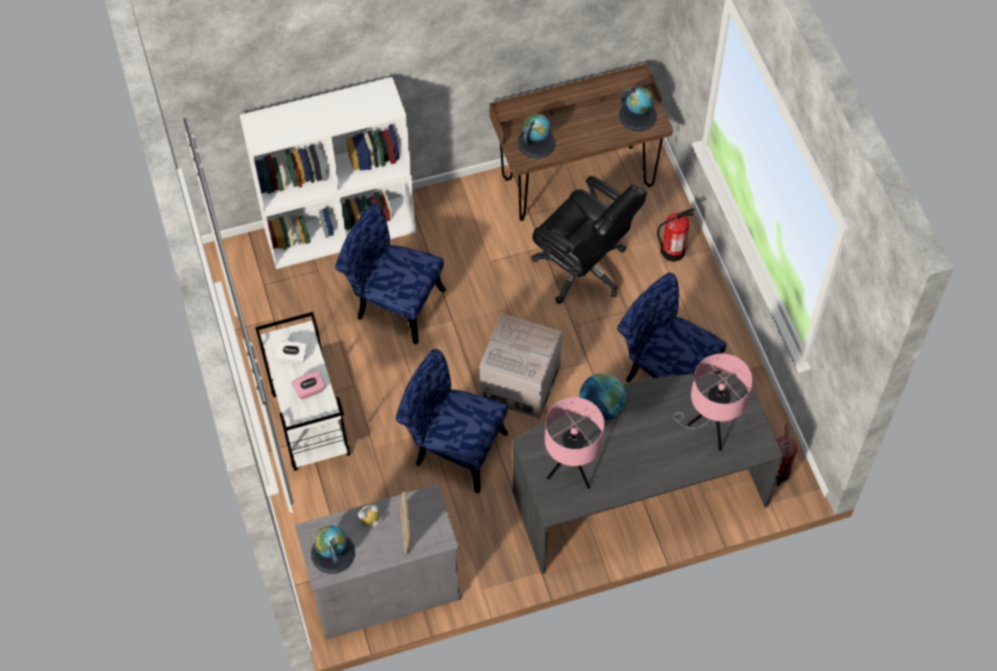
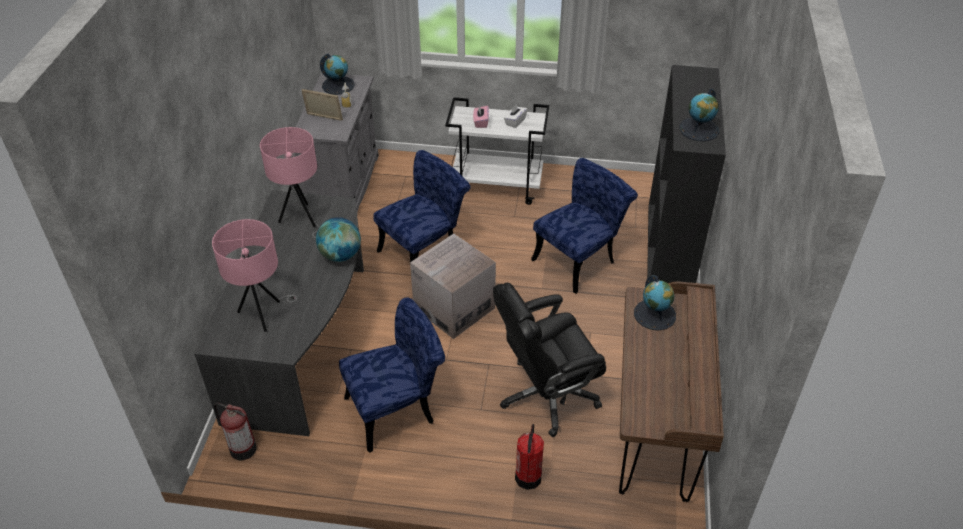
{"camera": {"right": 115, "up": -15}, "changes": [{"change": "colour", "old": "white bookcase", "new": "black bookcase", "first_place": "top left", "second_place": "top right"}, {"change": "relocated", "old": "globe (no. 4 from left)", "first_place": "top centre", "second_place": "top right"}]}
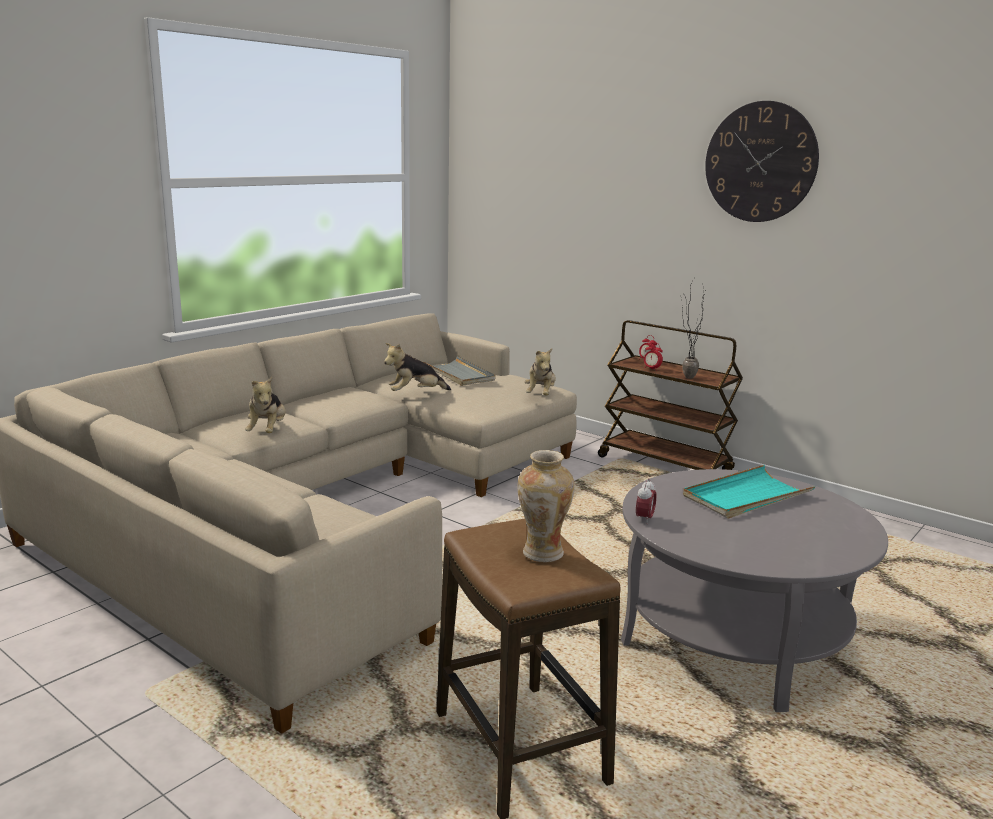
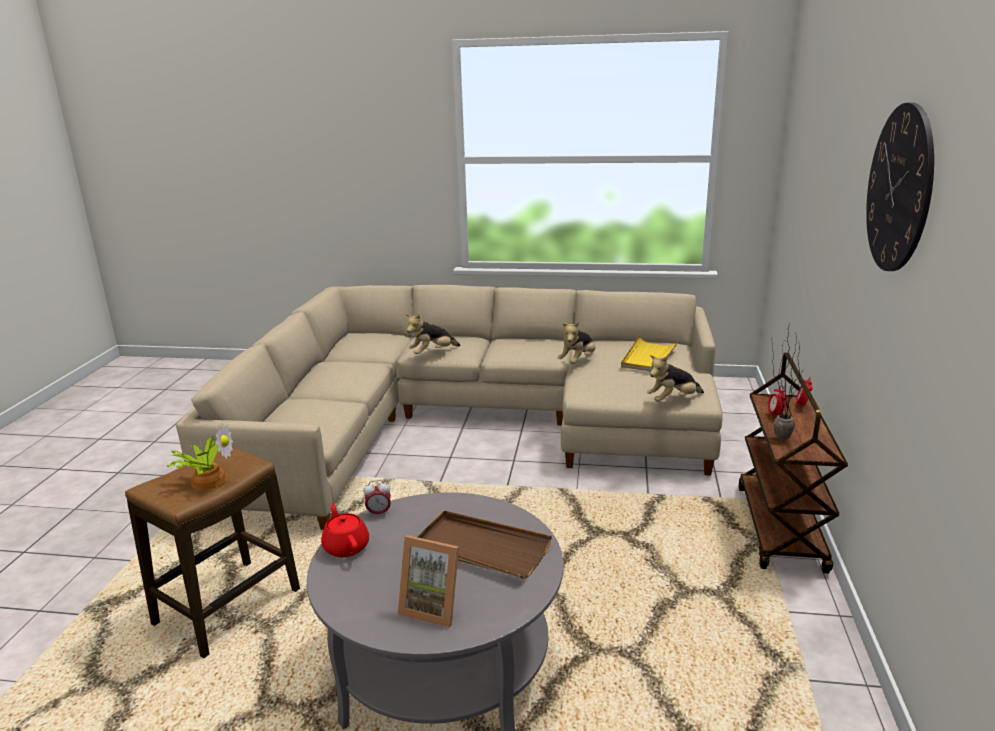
{"camera": {"right": 60, "up": 5}, "changes": [{"change": "spun", "old": "plush toy (no. 2 from left)", "first_place": "centre", "second_place": "centre", "degrees": -90}, {"change": "colour", "old": "grey tray", "new": "yellow tray", "first_place": "centre", "second_place": "centre"}, {"change": "exchanged", "old": "vase", "new": "potted plant (no. 1 from left)", "first_place": "centre", "second_place": "middle left"}, {"change": "colour", "old": "turquoise tray", "new": "brown tray", "first_place": "middle right", "second_place": "bottom centre"}, {"change": "appeared", "new": "red teapot", "second_place": "bottom centre"}, {"change": "appeared", "new": "picture frame", "second_place": "bottom centre"}]}
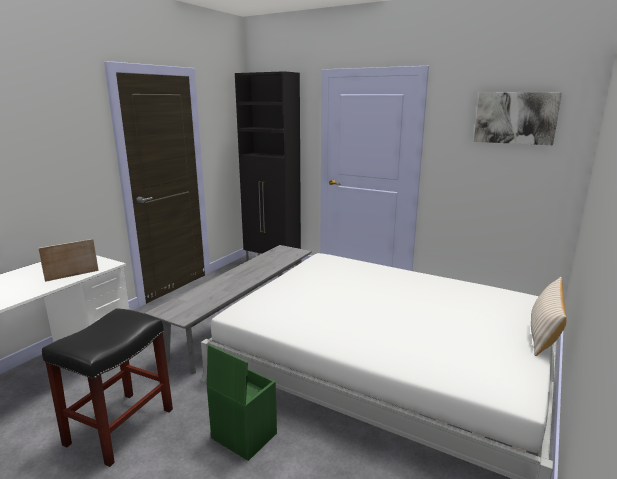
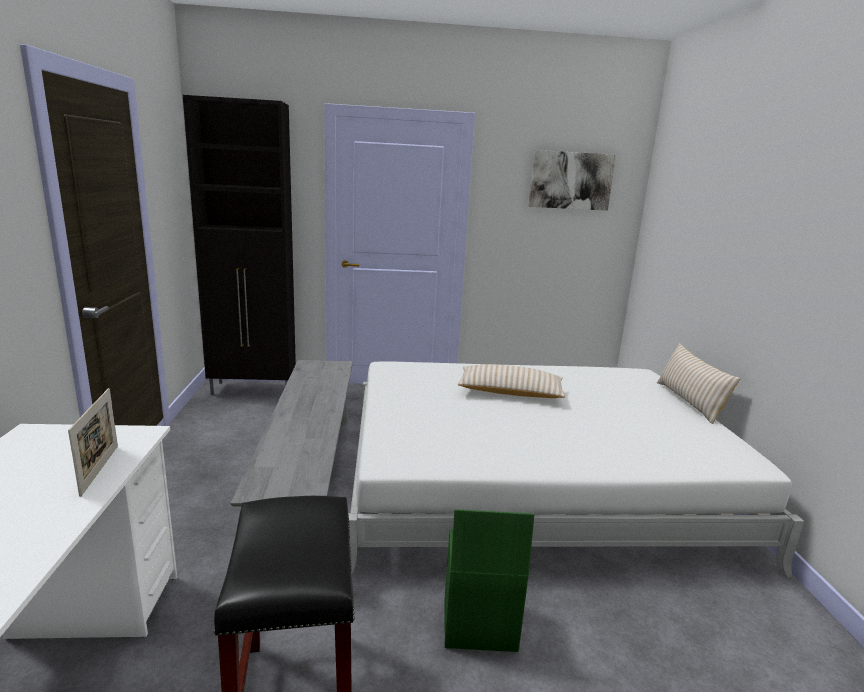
{"camera": {"right": -35, "up": 0}, "changes": [{"change": "spun", "old": "picture frame", "first_place": "middle left", "second_place": "middle left", "degrees": 150}, {"change": "appeared", "new": "beige pillow (no. 1 from left)", "second_place": "centre"}]}
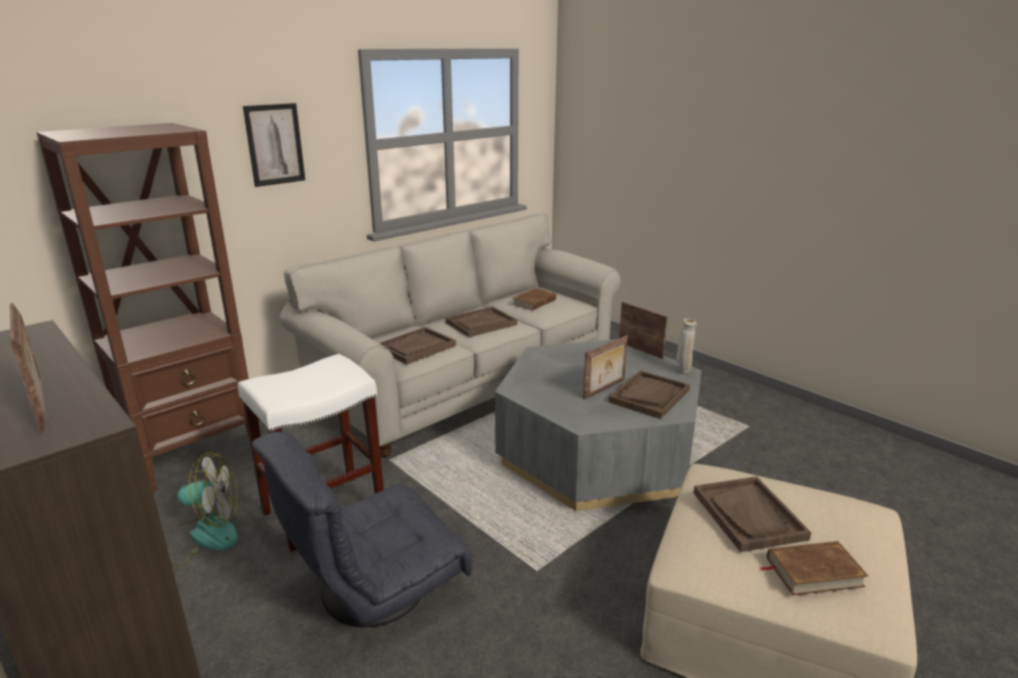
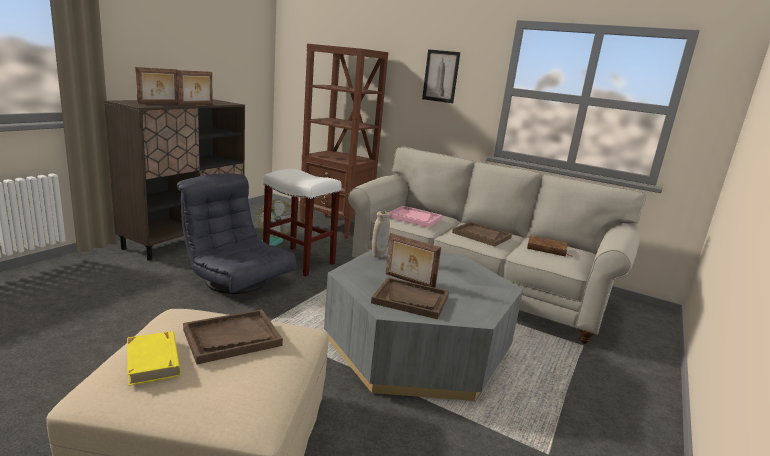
{"camera": {"right": 70, "up": -5}, "changes": [{"change": "relocated", "old": "picture frame (no. 3 from left in the first image)", "new": "picture frame (no. 2 from left)", "first_place": "centre", "second_place": "top left"}, {"change": "relocated", "old": "beige vase", "first_place": "middle right", "second_place": "centre"}, {"change": "colour", "old": "brown tray (no. 1 from left)", "new": "pink tray", "first_place": "centre", "second_place": "centre"}, {"change": "colour", "old": "brown book (no. 2 from left)", "new": "yellow book", "first_place": "bottom right", "second_place": "bottom left"}]}
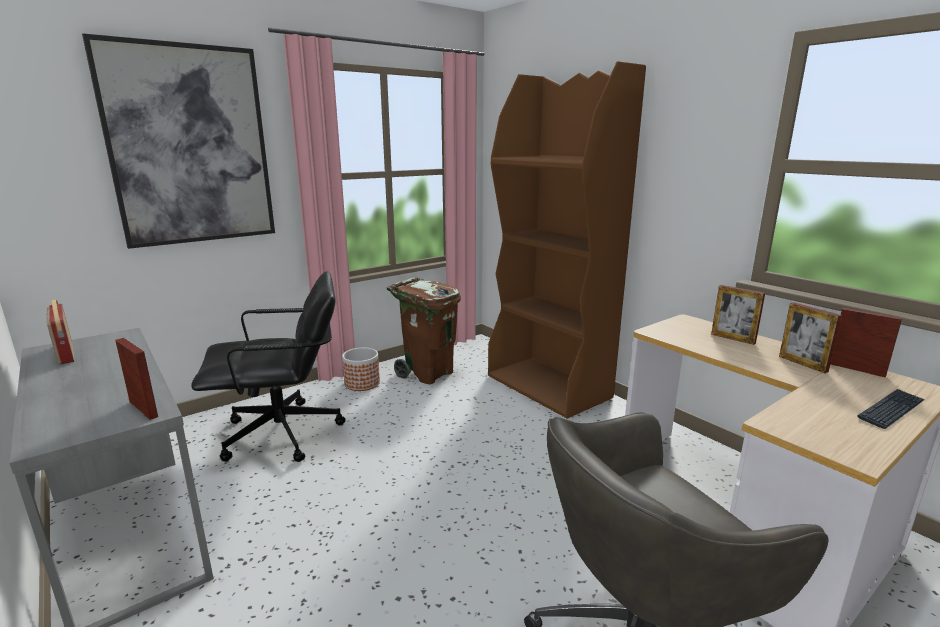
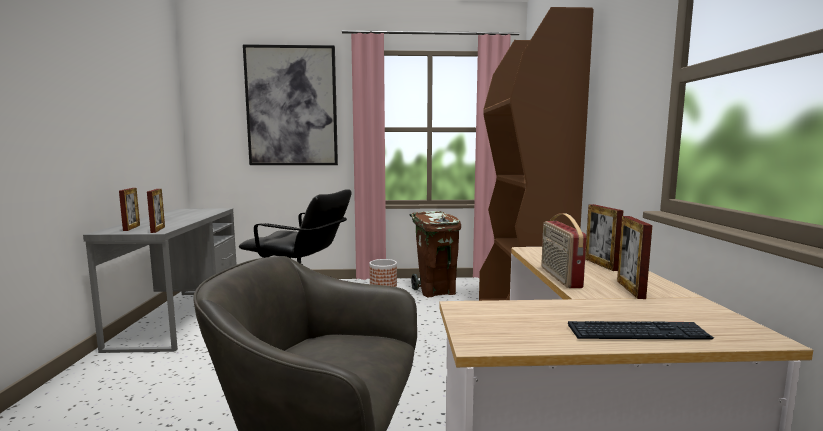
{"camera": {"right": 35, "up": -10}, "changes": [{"change": "relocated", "old": "radio", "first_place": "middle left", "second_place": "middle right"}, {"change": "relocated", "old": "picture frame (no. 4 from left in the first image)", "new": "picture frame (no. 1 from left)", "first_place": "middle right", "second_place": "middle left"}]}
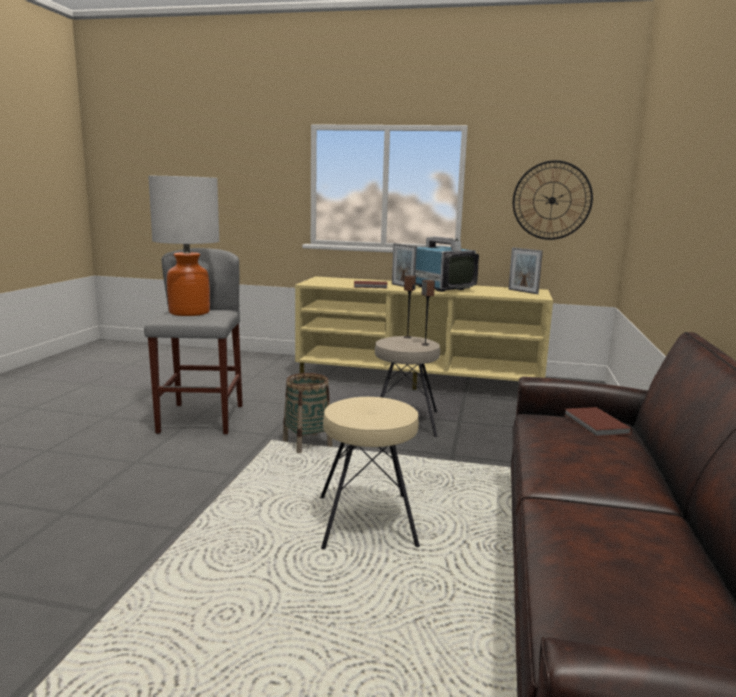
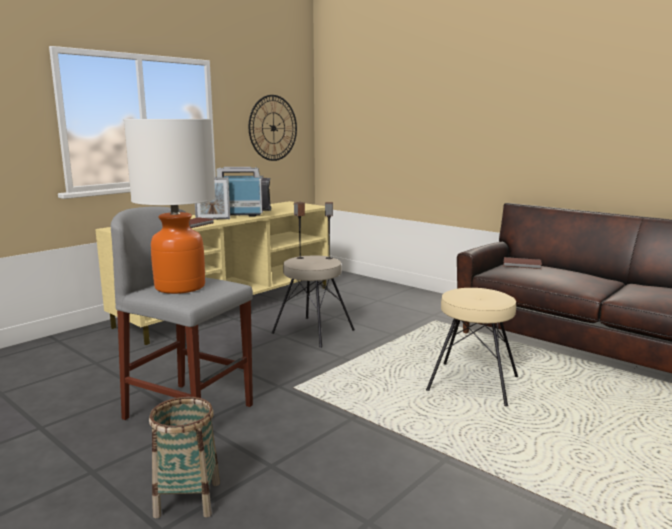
{"camera": {"right": -60, "up": 0}, "changes": [{"change": "missing", "old": "picture frame (no. 2 from left)", "first_place": "middle right"}, {"change": "relocated", "old": "basket", "first_place": "centre", "second_place": "bottom left"}]}
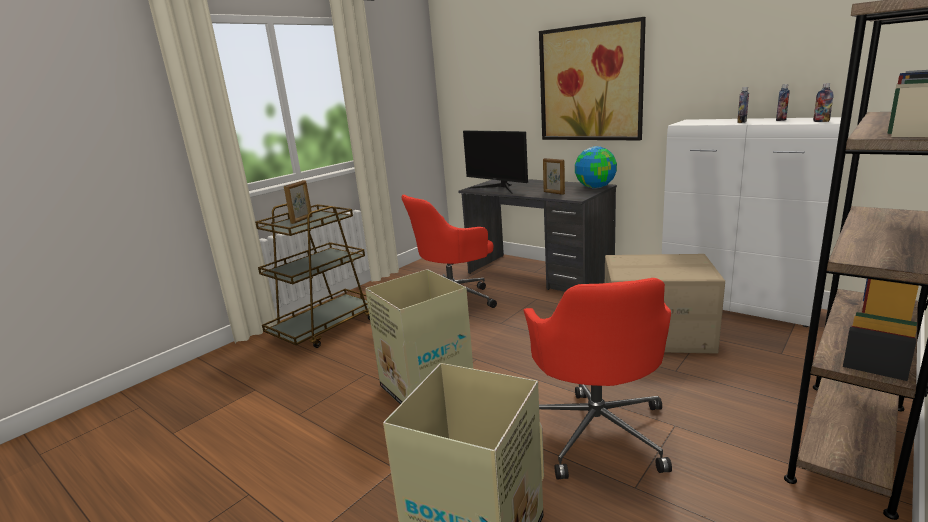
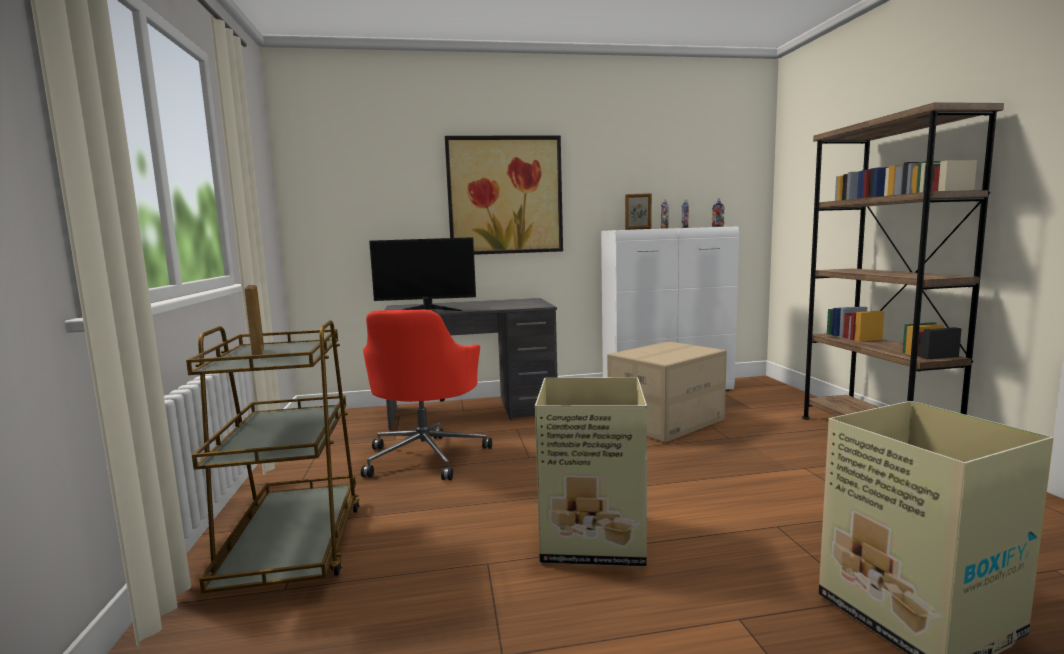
{"camera": {"right": -50, "up": -10}, "changes": [{"change": "missing", "old": "globe", "first_place": "top centre"}, {"change": "relocated", "old": "picture frame (no. 2 from left)", "first_place": "centre", "second_place": "top centre"}, {"change": "missing", "old": "red office chair (no. 2 from left)", "first_place": "bottom centre"}]}
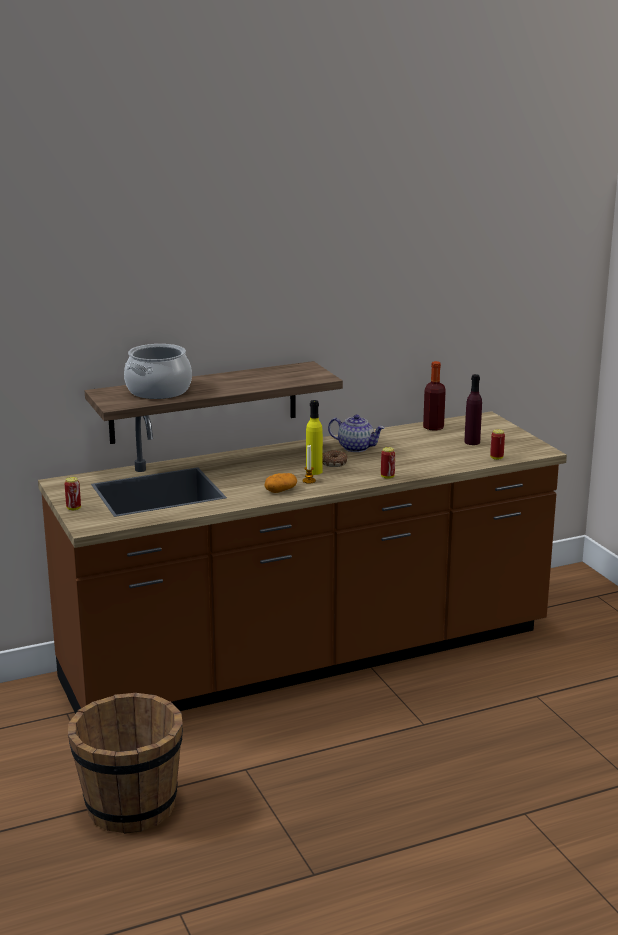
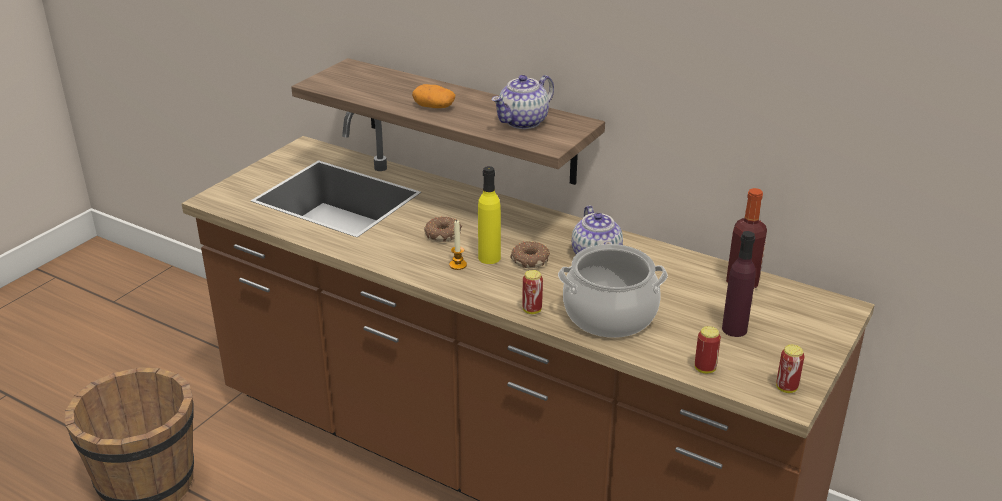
{"camera": {"right": 55, "up": 10}, "changes": [{"change": "relocated", "old": "cooking pot", "first_place": "middle left", "second_place": "centre"}, {"change": "relocated", "old": "potato", "first_place": "centre", "second_place": "top centre"}, {"change": "relocated", "old": "can (no. 1 from left in the first image)", "new": "can (no. 3 from left)", "first_place": "middle left", "second_place": "bottom right"}, {"change": "appeared", "new": "teapot (no. 1 from left)", "second_place": "top centre"}, {"change": "appeared", "new": "donut (no. 1 from left)", "second_place": "centre"}]}
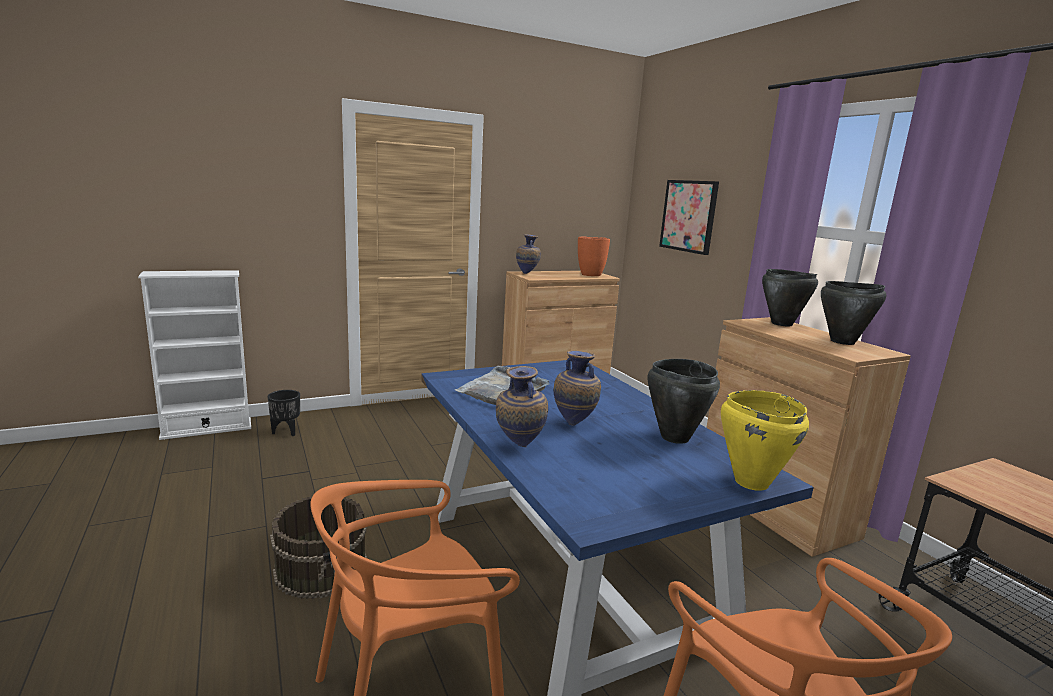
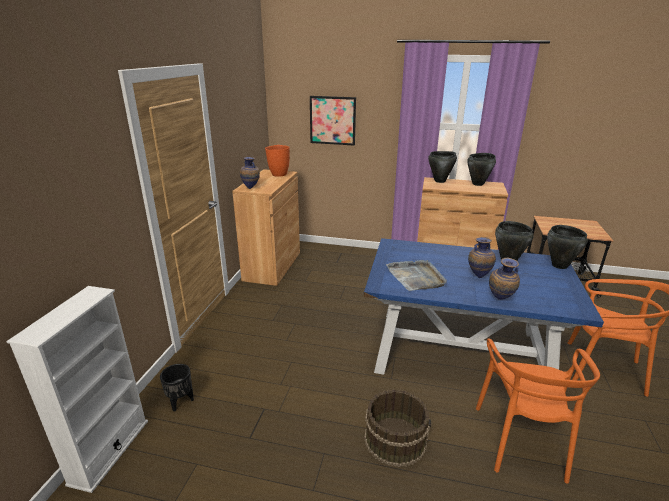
{"camera": {"right": -50, "up": 10}, "changes": [{"change": "colour", "old": "yellow cooking pot", "new": "black cooking pot (no. 4 from left)", "first_place": "middle right", "second_place": "middle right"}]}
